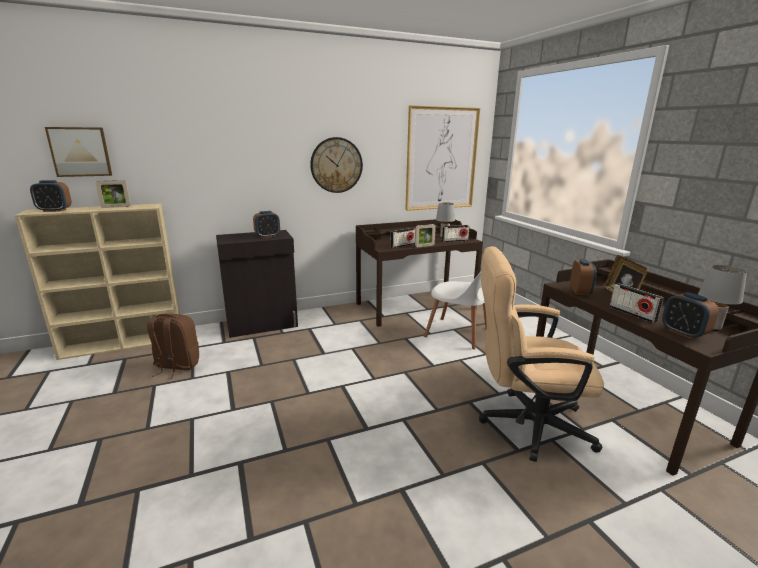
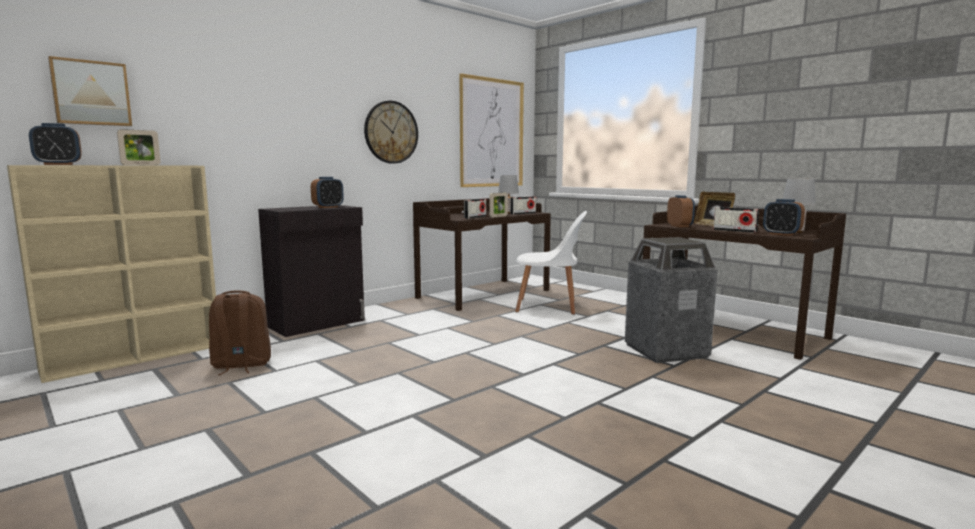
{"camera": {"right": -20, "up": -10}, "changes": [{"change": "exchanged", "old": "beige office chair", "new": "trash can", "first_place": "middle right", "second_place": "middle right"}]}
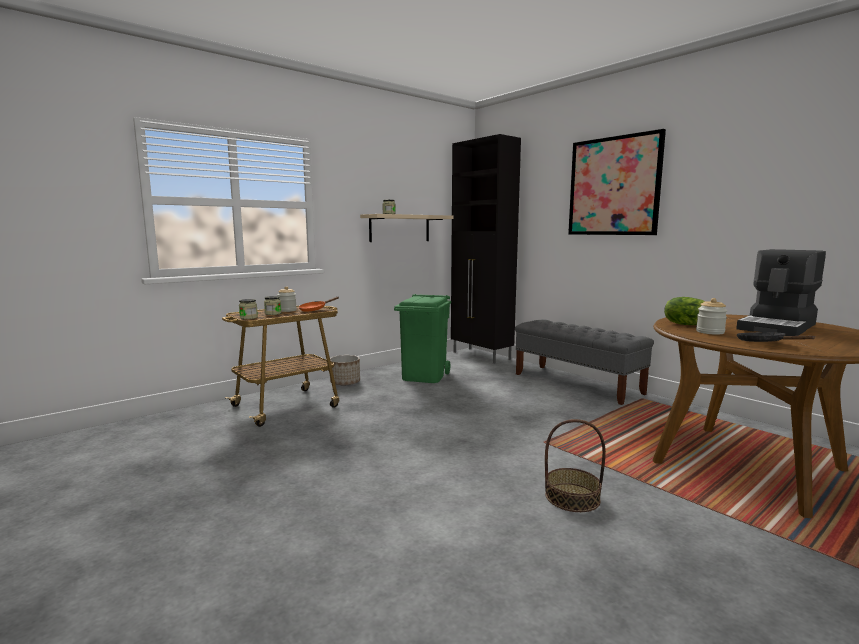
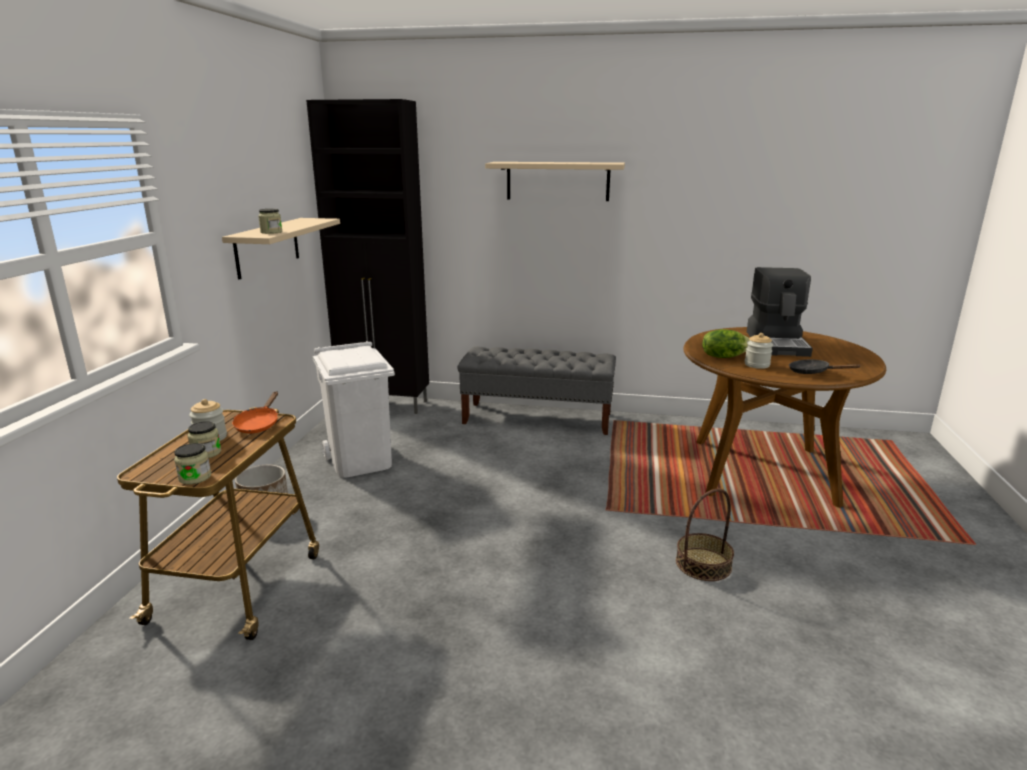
{"camera": {"right": -40, "up": 10}, "changes": [{"change": "exchanged", "old": "picture", "new": "beige shelf (no. 2 from left)", "first_place": "top right", "second_place": "top centre"}, {"change": "colour", "old": "green trash can", "new": "white trash can", "first_place": "centre", "second_place": "centre"}]}
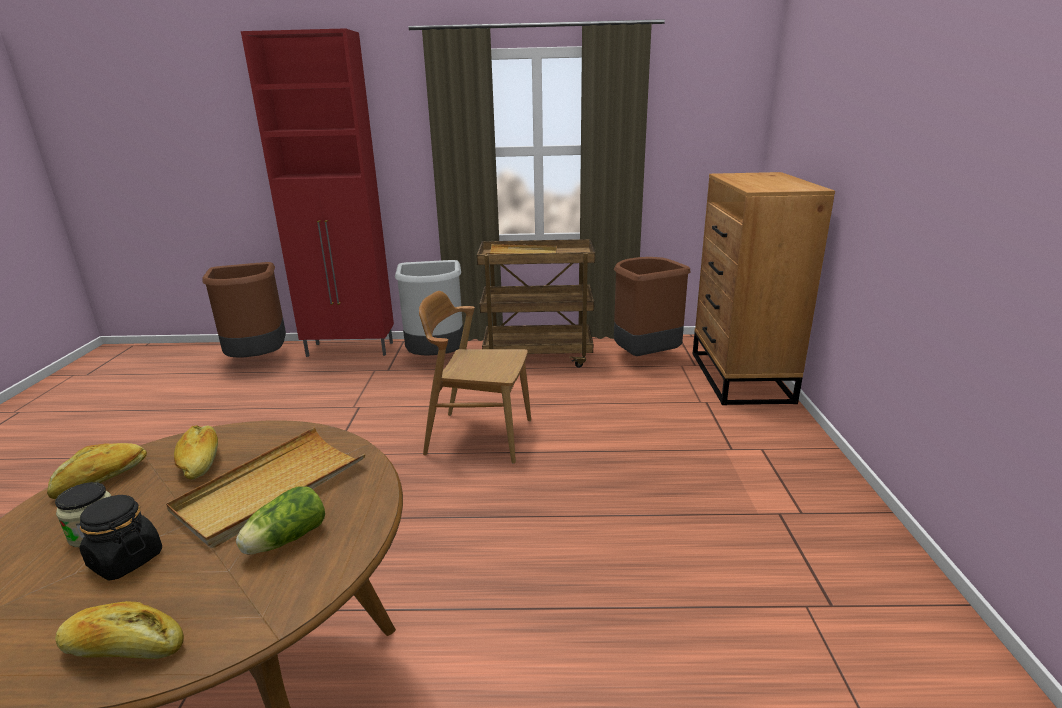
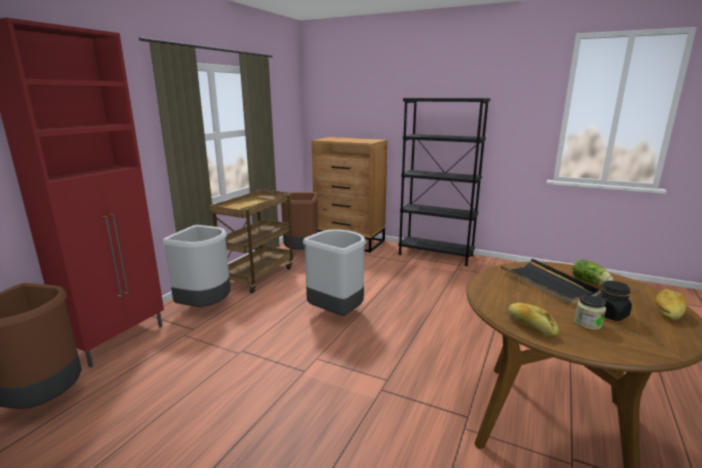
{"camera": {"right": -65, "up": -5}, "changes": [{"change": "exchanged", "old": "brown chair", "new": "grey trash can (no. 2 from left)", "first_place": "centre", "second_place": "centre"}, {"change": "missing", "old": "bread (no. 3 from left)", "first_place": "middle left"}, {"change": "colour", "old": "beige tray (no. 1 from left)", "new": "black tray", "first_place": "bottom left", "second_place": "middle right"}, {"change": "appeared", "new": "black bookcase", "second_place": "centre"}]}
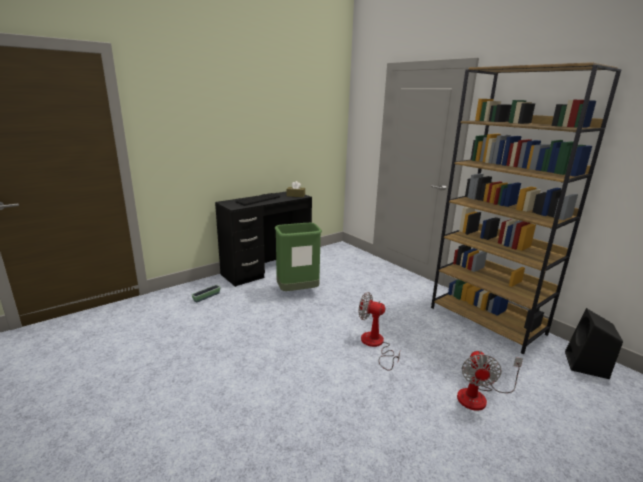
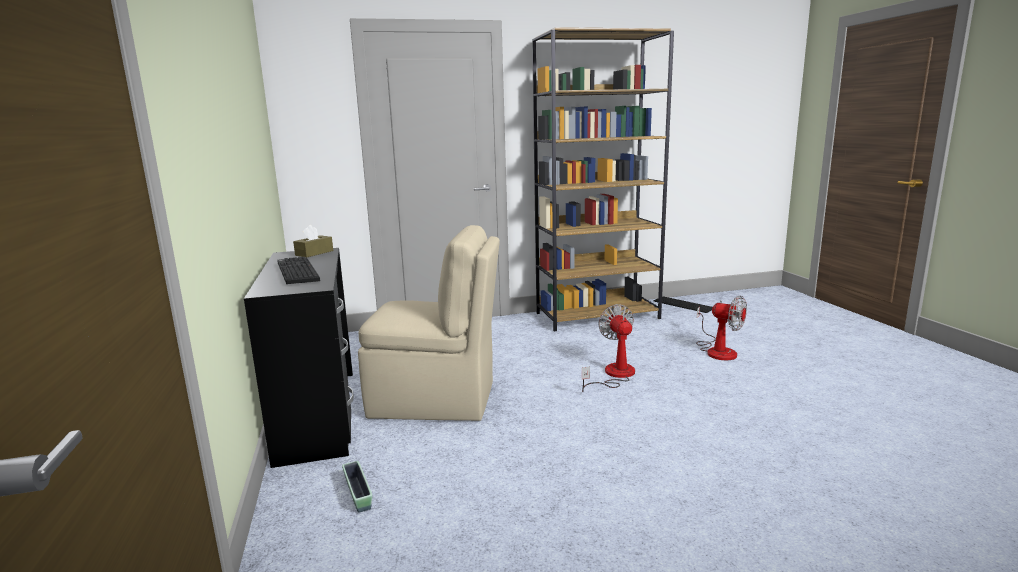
{"camera": {"right": -65, "up": -5}, "changes": [{"change": "exchanged", "old": "green trash can", "new": "beige chair", "first_place": "centre", "second_place": "centre"}, {"change": "spun", "old": "fan (no. 1 from left)", "first_place": "bottom centre", "second_place": "centre", "degrees": 120}, {"change": "exchanged", "old": "black speaker", "new": "keyboard (no. 2 from left)", "first_place": "bottom right", "second_place": "middle right"}]}
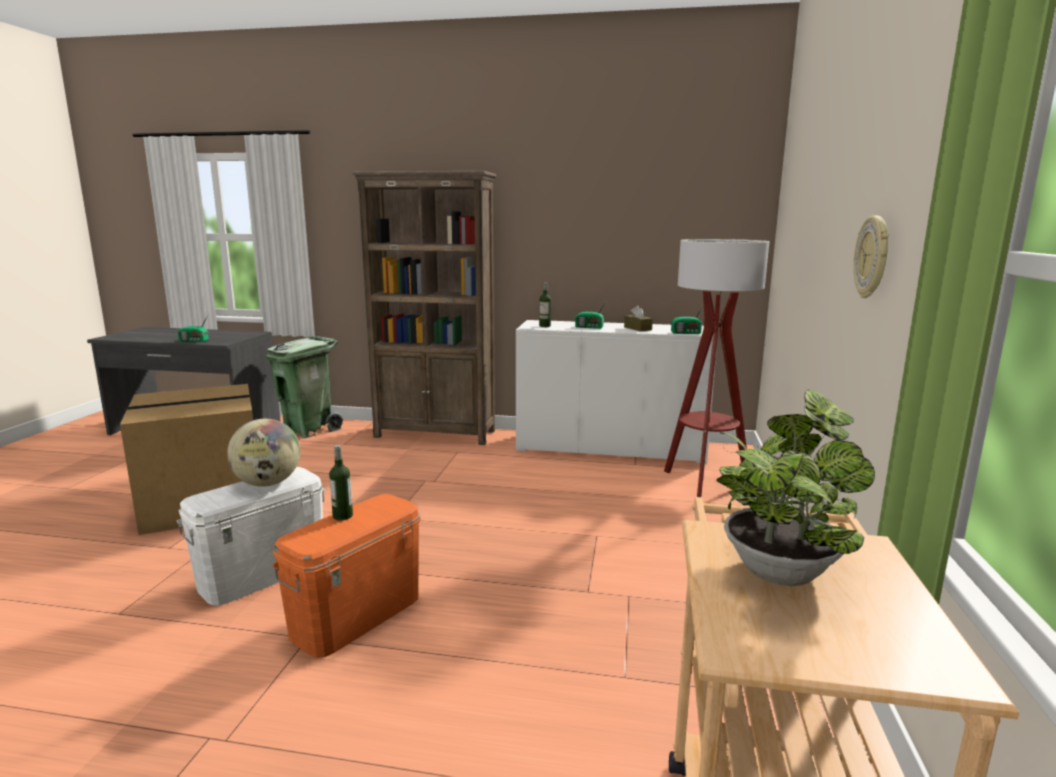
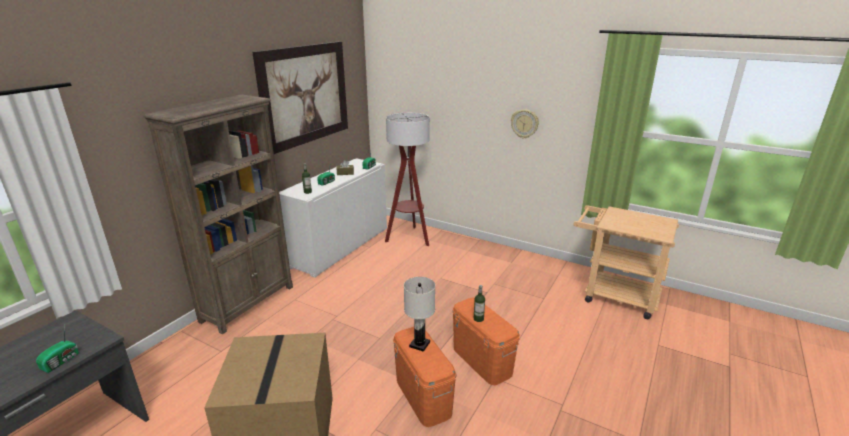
{"camera": {"right": -70, "up": 10}, "changes": [{"change": "missing", "old": "green trash can", "first_place": "middle left"}, {"change": "missing", "old": "potted plant", "first_place": "middle right"}, {"change": "exchanged", "old": "globe", "new": "white table lamp", "first_place": "middle left", "second_place": "bottom centre"}, {"change": "colour", "old": "white storage box", "new": "orange storage box (no. 1 from left)", "first_place": "bottom left", "second_place": "bottom centre"}, {"change": "appeared", "new": "picture", "second_place": "top centre"}]}
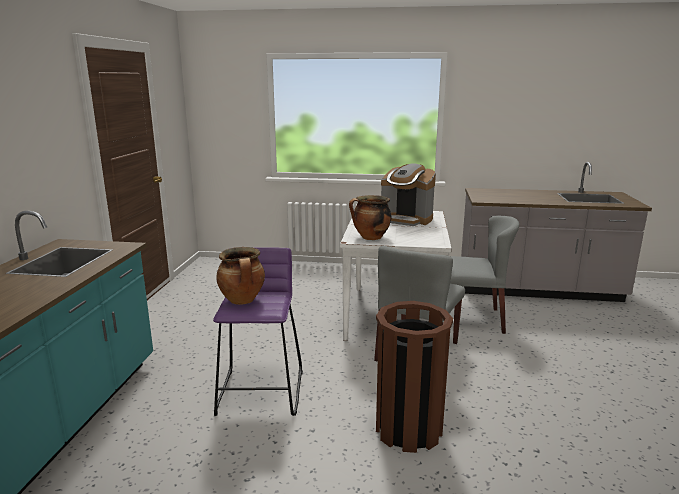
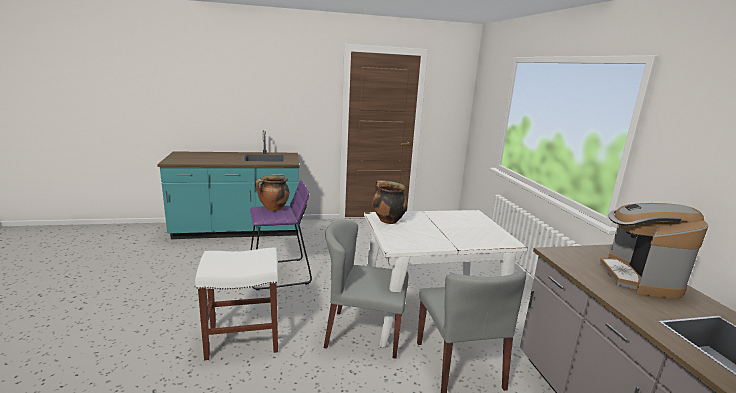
{"camera": {"right": 70, "up": 0}, "changes": [{"change": "relocated", "old": "coffee machine", "first_place": "centre", "second_place": "middle right"}, {"change": "exchanged", "old": "brown trash can", "new": "white stool", "first_place": "bottom centre", "second_place": "bottom left"}]}
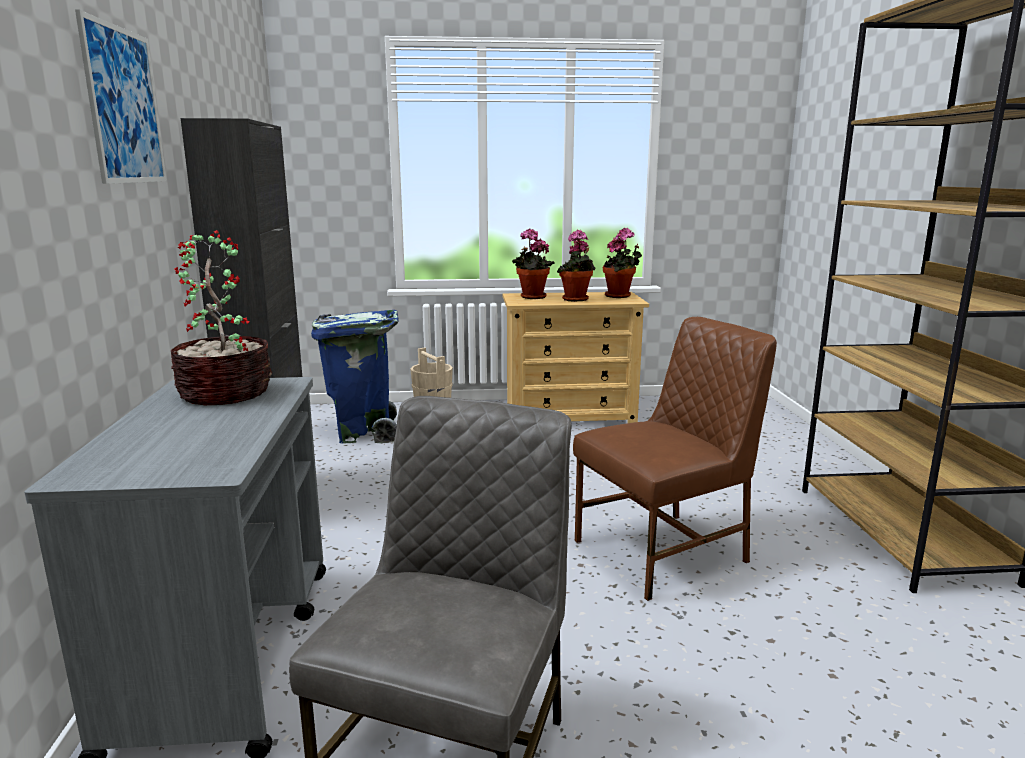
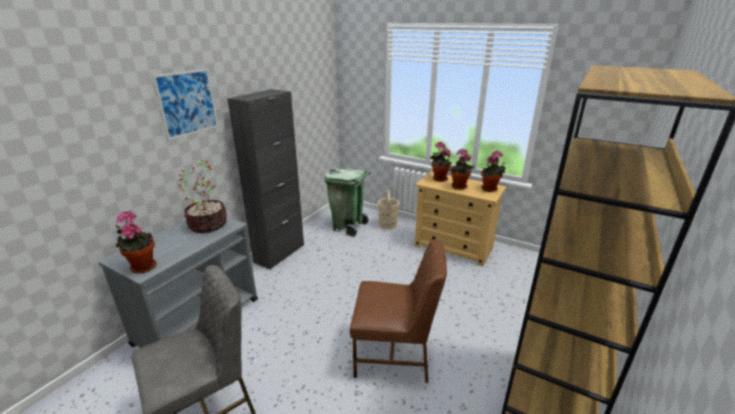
{"camera": {"right": 35, "up": 10}, "changes": [{"change": "colour", "old": "blue trash can", "new": "green trash can", "first_place": "centre", "second_place": "centre"}, {"change": "appeared", "new": "potted plant (no. 1 from left)", "second_place": "middle left"}]}
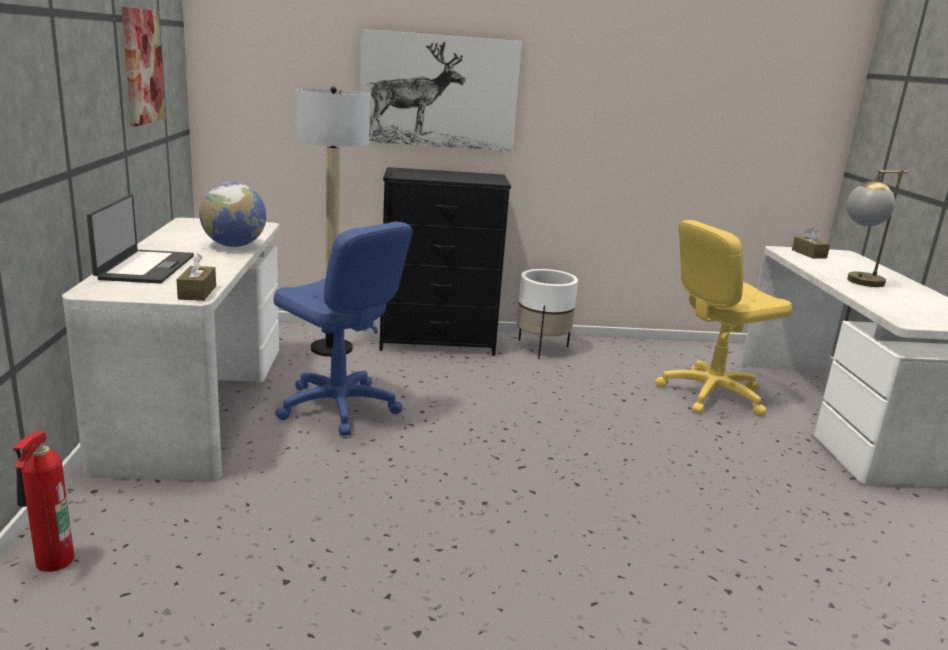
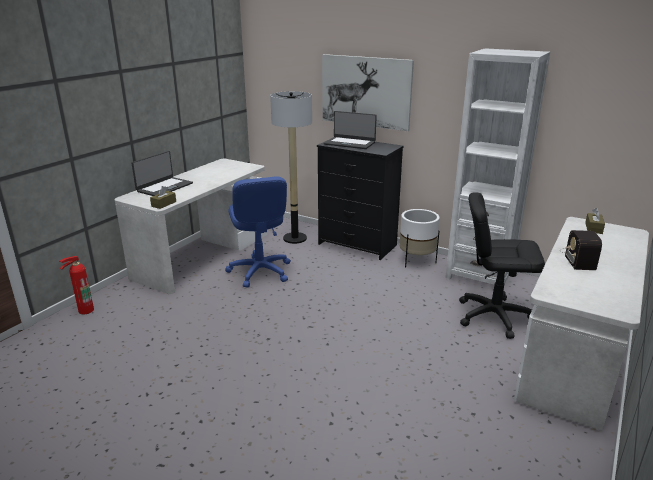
{"camera": {"right": 35, "up": 5}, "changes": [{"change": "missing", "old": "picture (no. 1 from left)", "first_place": "top left"}, {"change": "exchanged", "old": "table lamp", "new": "radio", "first_place": "middle right", "second_place": "middle right"}, {"change": "missing", "old": "globe", "first_place": "top left"}, {"change": "colour", "old": "yellow office chair", "new": "black office chair", "first_place": "middle right", "second_place": "middle right"}, {"change": "appeared", "new": "white bookcase", "second_place": "middle right"}, {"change": "appeared", "new": "laptop (no. 2 from left)", "second_place": "top centre"}]}
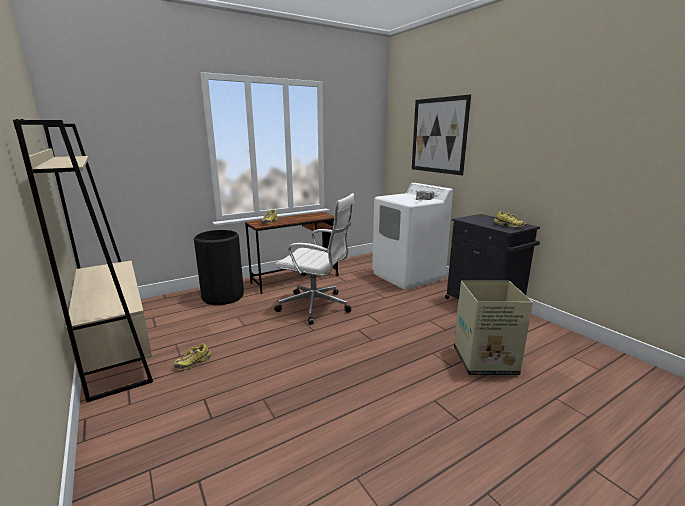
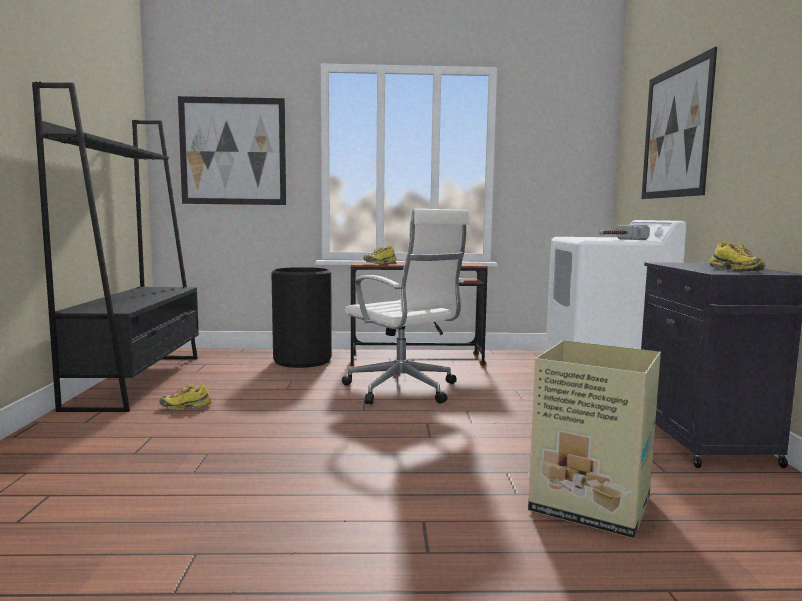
{"camera": {"right": 30, "up": -10}, "changes": [{"change": "colour", "old": "beige bookcase", "new": "black bookcase", "first_place": "middle left", "second_place": "middle left"}, {"change": "appeared", "new": "picture (no. 1 from left)", "second_place": "top left"}]}
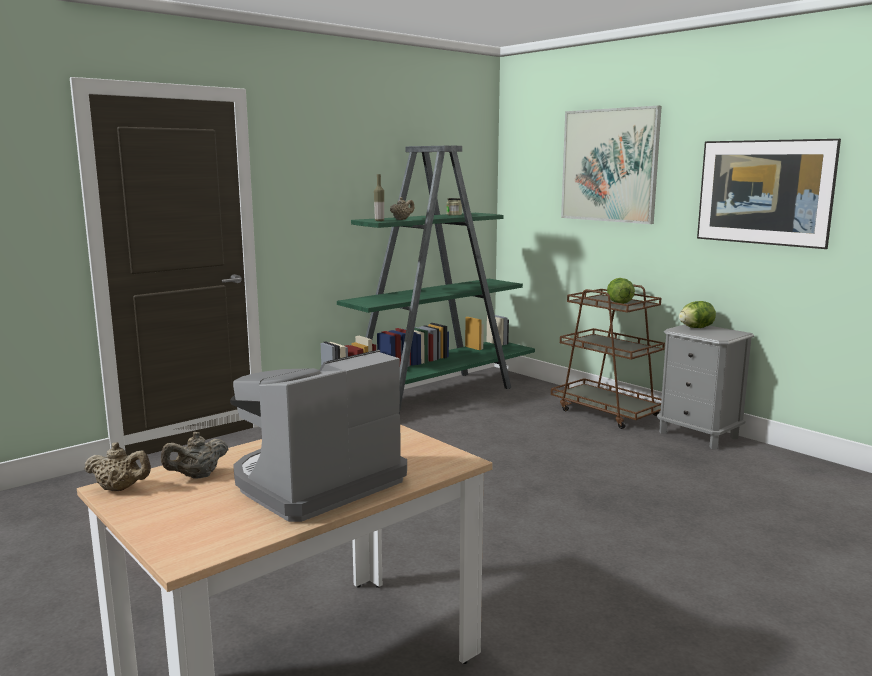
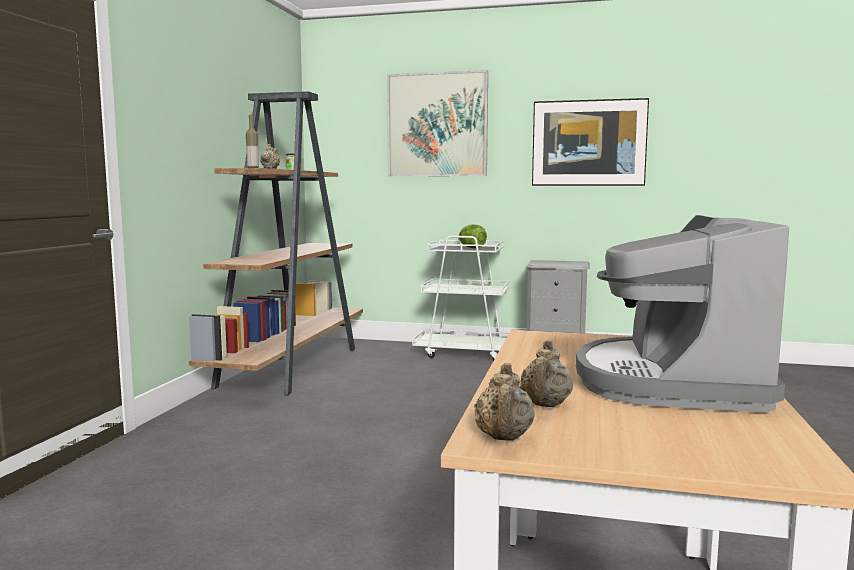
{"camera": {"right": -35, "up": -5}, "changes": [{"change": "colour", "old": "green bookcase", "new": "brown bookcase", "first_place": "centre", "second_place": "middle left"}, {"change": "colour", "old": "brown cart", "new": "white cart", "first_place": "middle right", "second_place": "centre"}, {"change": "missing", "old": "lettuce (no. 2 from left)", "first_place": "middle right"}, {"change": "spun", "old": "beige teapot (no. 1 from left in the first image)", "first_place": "bottom left", "second_place": "bottom centre", "degrees": 120}]}
